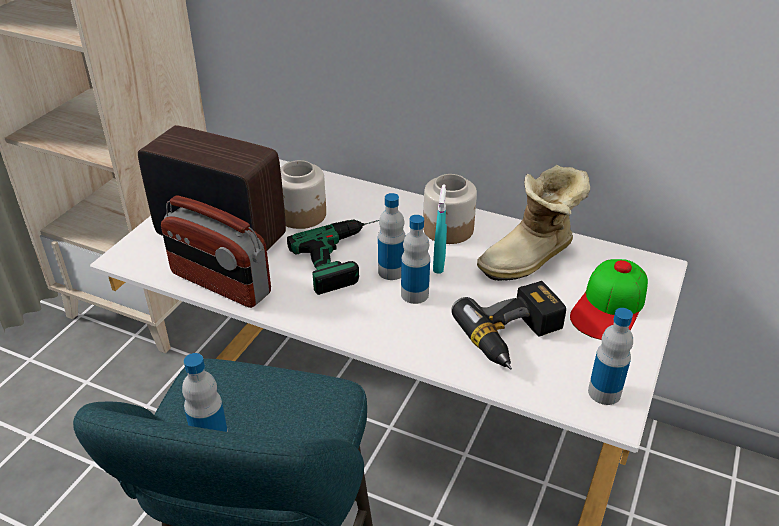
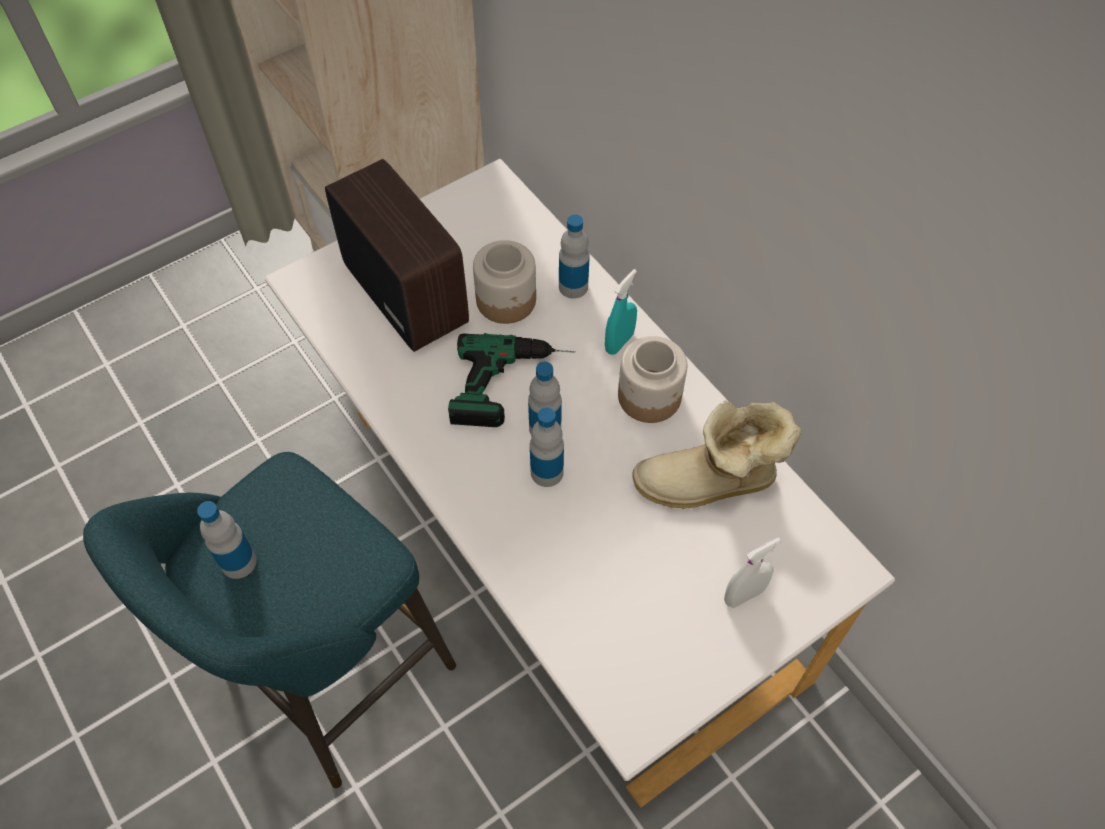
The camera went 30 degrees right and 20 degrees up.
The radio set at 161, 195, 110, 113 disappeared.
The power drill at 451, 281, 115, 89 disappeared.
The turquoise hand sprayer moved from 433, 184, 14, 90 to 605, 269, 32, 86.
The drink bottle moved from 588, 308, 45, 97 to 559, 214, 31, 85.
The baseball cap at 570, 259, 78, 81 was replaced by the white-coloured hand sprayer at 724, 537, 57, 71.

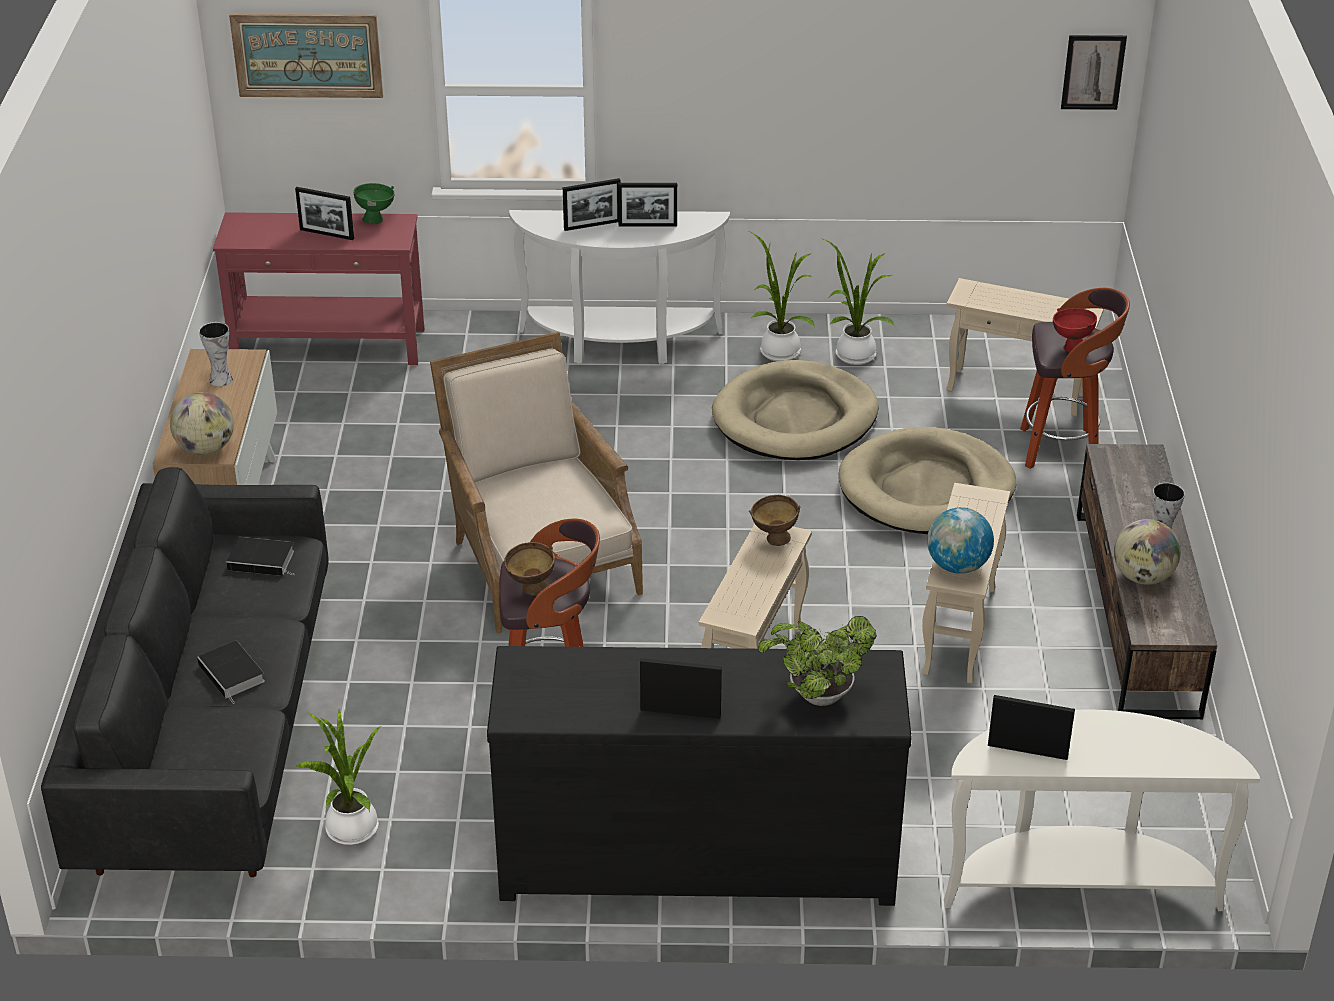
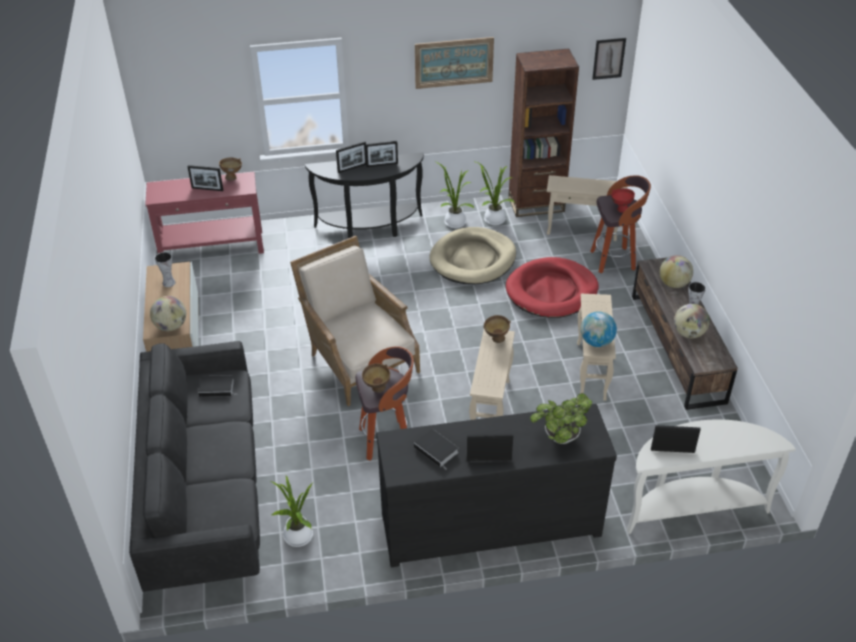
The camera went 10 degrees left and 5 degrees up.
The brownish bookcase at 508, 49, 71, 168 appeared.
The globe at 660, 255, 33, 33 appeared.
The bound book moved from 197, 641, 68, 63 to 414, 429, 44, 41.
The picture moved from 229, 14, 154, 84 to 415, 37, 79, 52.
The greenish serving bowl at 353, 183, 42, 41 became the brownish serving bowl at 219, 157, 23, 24.
The white-coloured console table at 509, 210, 221, 154 became the black-coloured console table at 305, 152, 119, 86.
The beige-coloured dog bed at 839, 427, 177, 107 became the red-coloured dog bed at 506, 257, 93, 61.

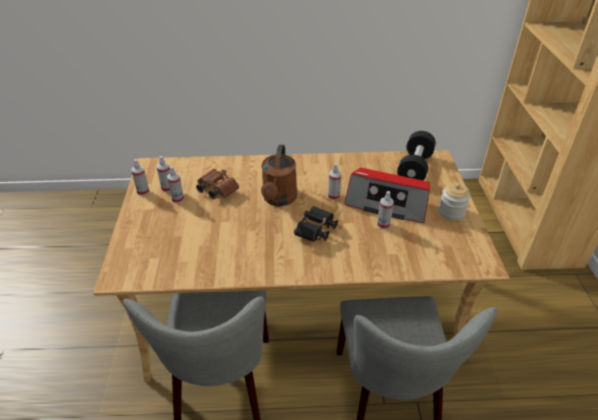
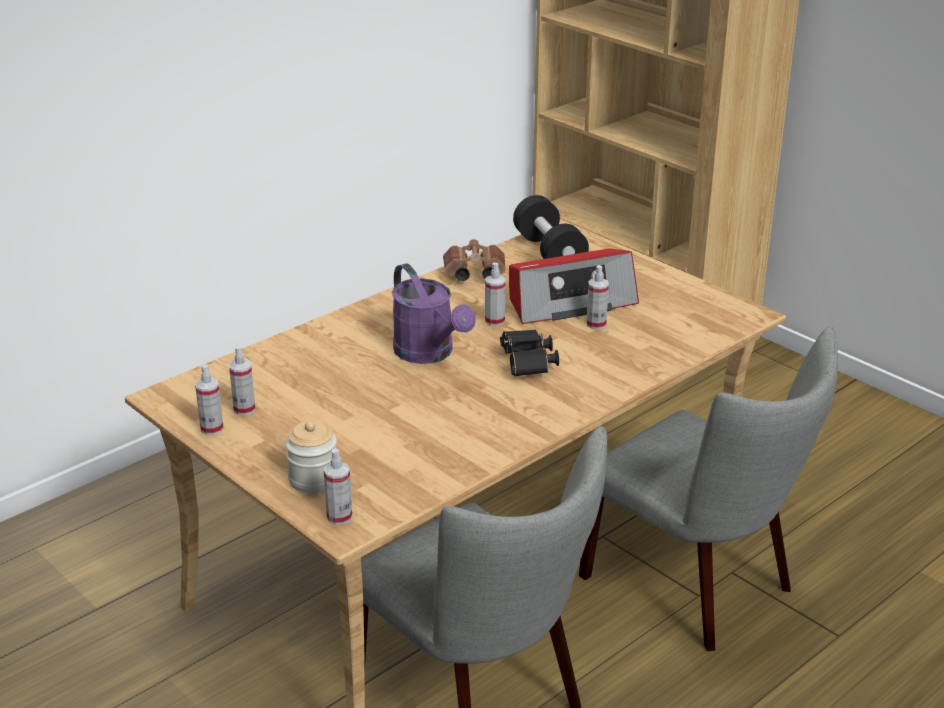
The camera went 40 degrees left and 10 degrees down.
The hand sprayer moved from 167, 166, 17, 37 to 324, 449, 28, 76.
The brownish pair of binoculars moved from 196, 168, 43, 32 to 443, 239, 63, 42.
The storage jar moved from 439, 182, 31, 38 to 285, 421, 52, 72.
The brownish sprinkling can at 261, 144, 36, 62 became the purplish sprinkling can at 392, 263, 84, 101.

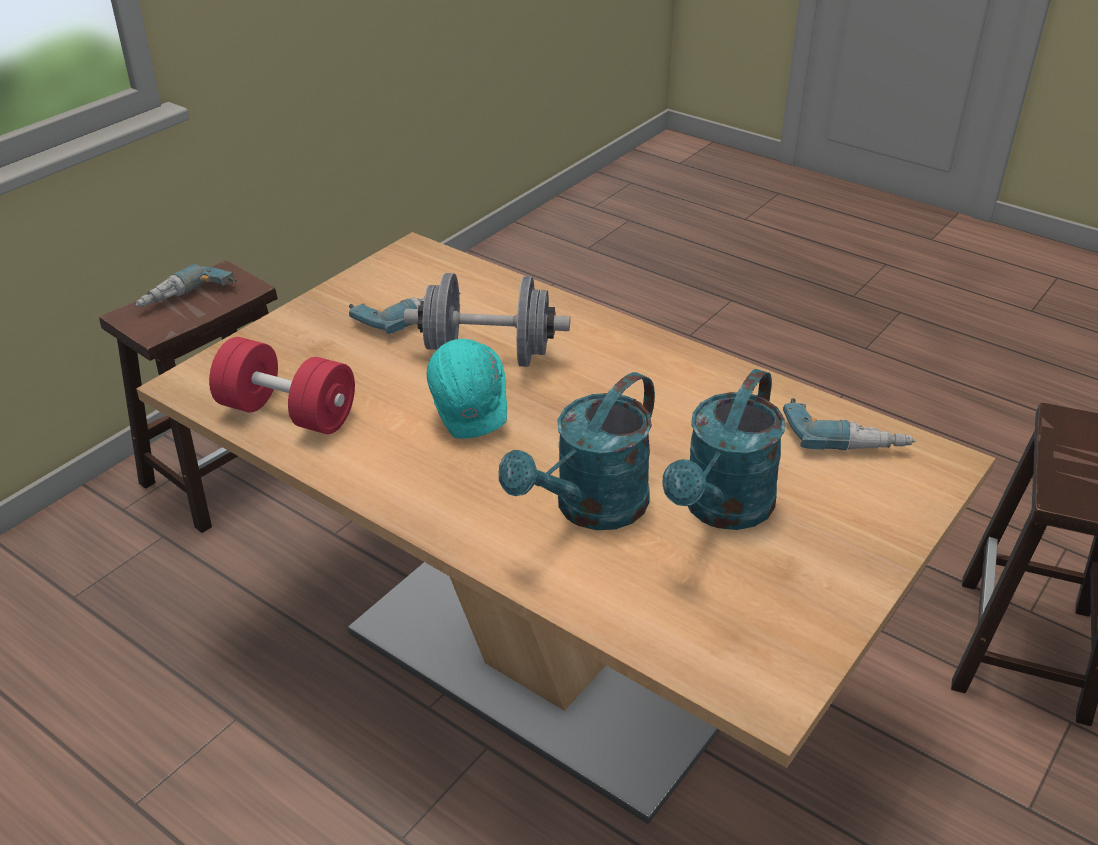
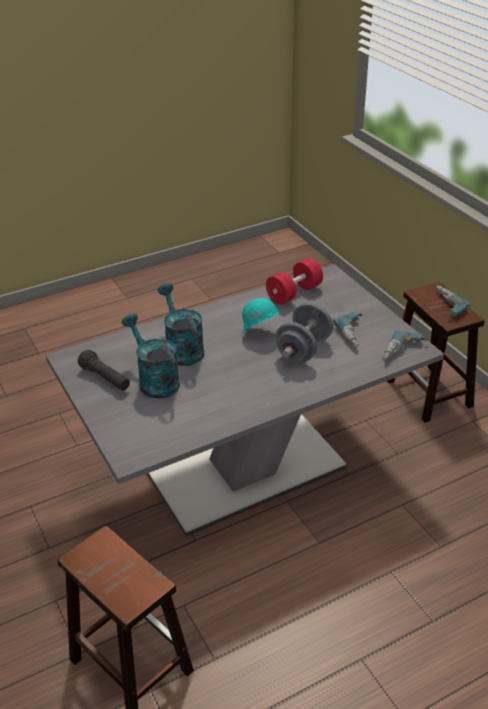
The camera went 115 degrees right and 0 degrees up.
The black-coloured flashlight at 78, 350, 52, 41 appeared.
The power drill moved from 783, 398, 133, 52 to 382, 330, 45, 31.
The brownish kitchen table at 136, 232, 860, 592 became the grey kitchen table at 46, 265, 398, 271.

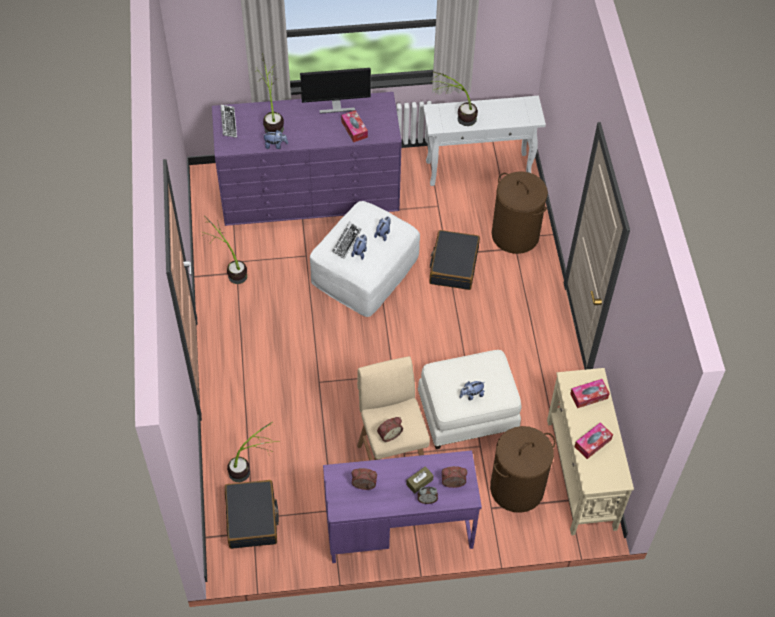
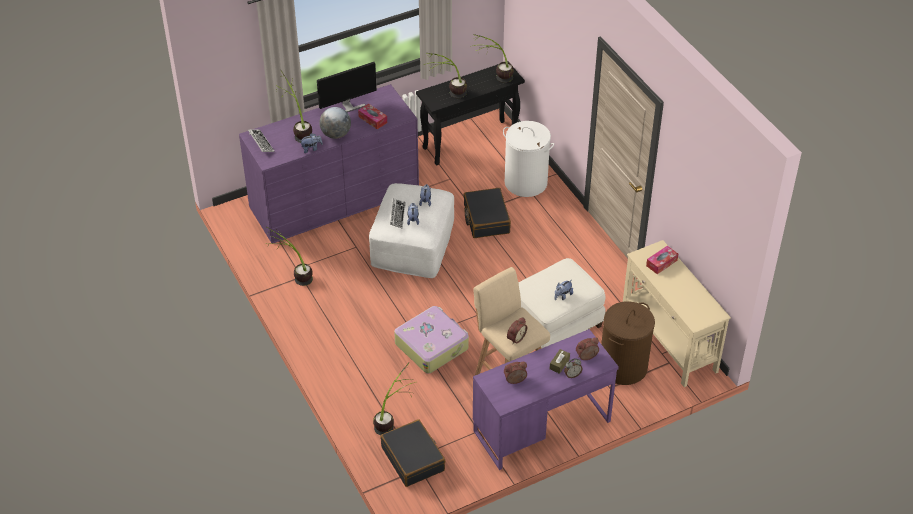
The camera went 20 degrees left and 10 degrees down.
The tissue holder at 575, 422, 38, 37 disappeared.
The globe at 319, 107, 32, 32 appeared.
The travel case at 394, 306, 75, 67 appeared.
The plant in a pot at 470, 34, 44, 49 appeared.
The white-coloured console table at 423, 96, 123, 90 became the black-coloured console table at 416, 61, 109, 104.
The brownish washing basket at 492, 171, 56, 83 became the white-coloured washing basket at 503, 121, 51, 76.

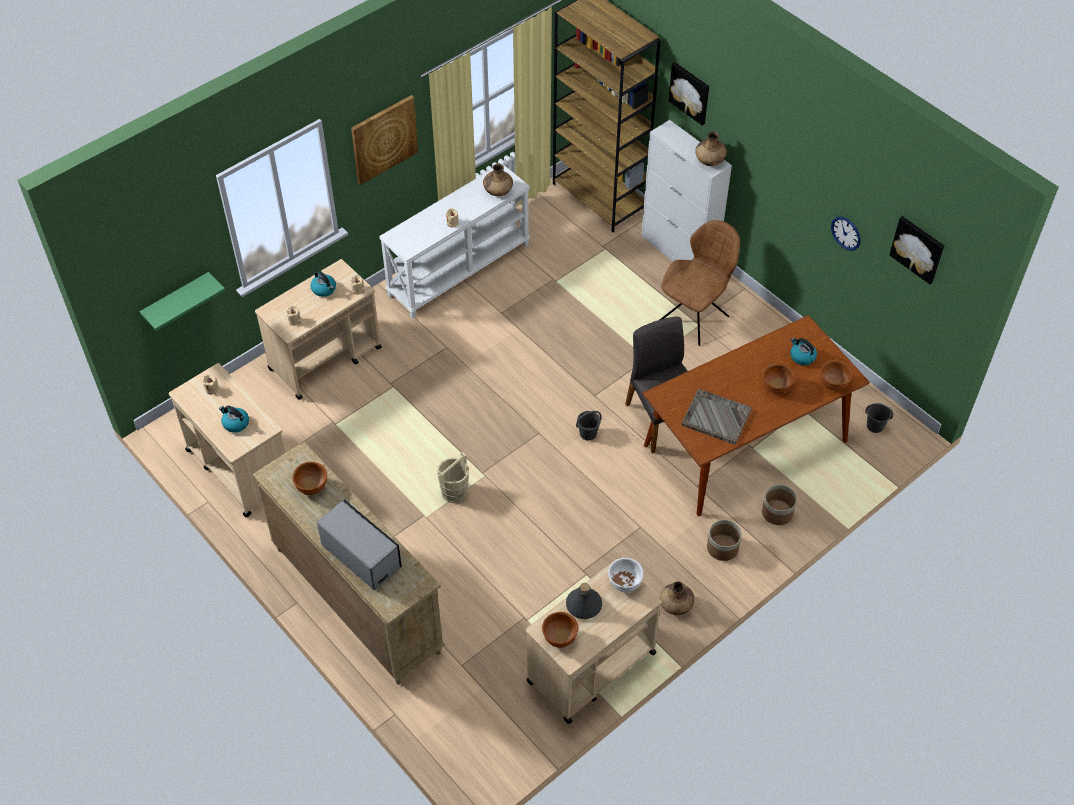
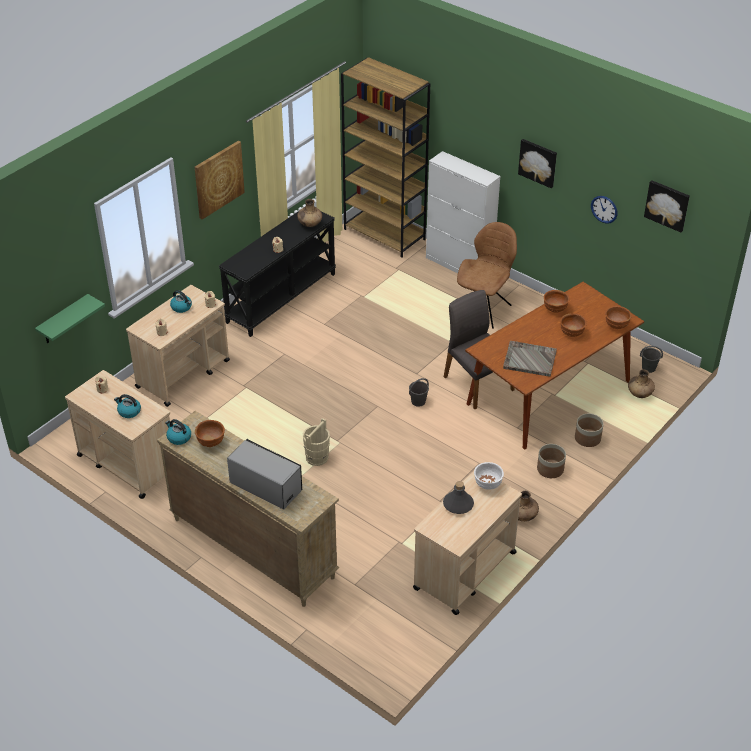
The camera went 10 degrees left and 10 degrees down.
The brownish serving bowl moved from 542, 612, 36, 36 to 544, 290, 25, 23.
The picture moved from 669, 62, 40, 63 to 518, 139, 39, 49.
The brownish flower vase moved from 695, 132, 32, 34 to 628, 369, 27, 29.
The kettle moved from 790, 338, 27, 27 to 165, 419, 26, 26.
The white-coloured console table at 379, 163, 151, 156 became the black-coloured console table at 219, 206, 117, 131.

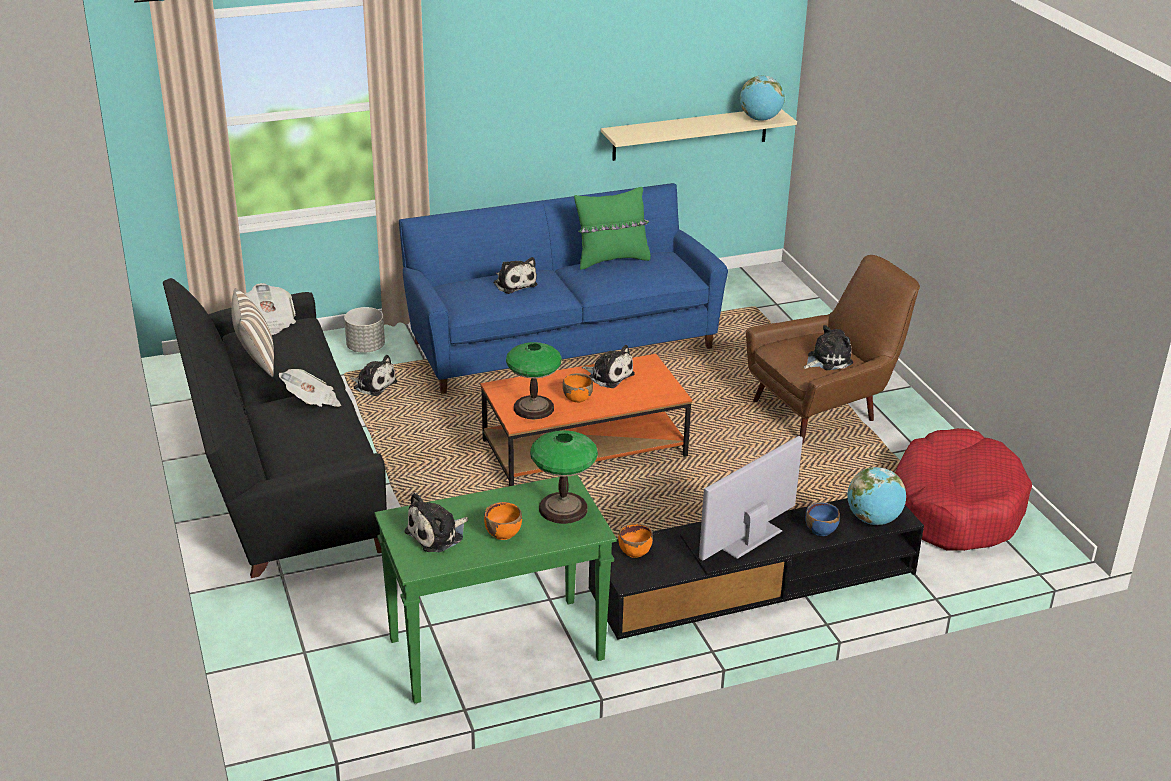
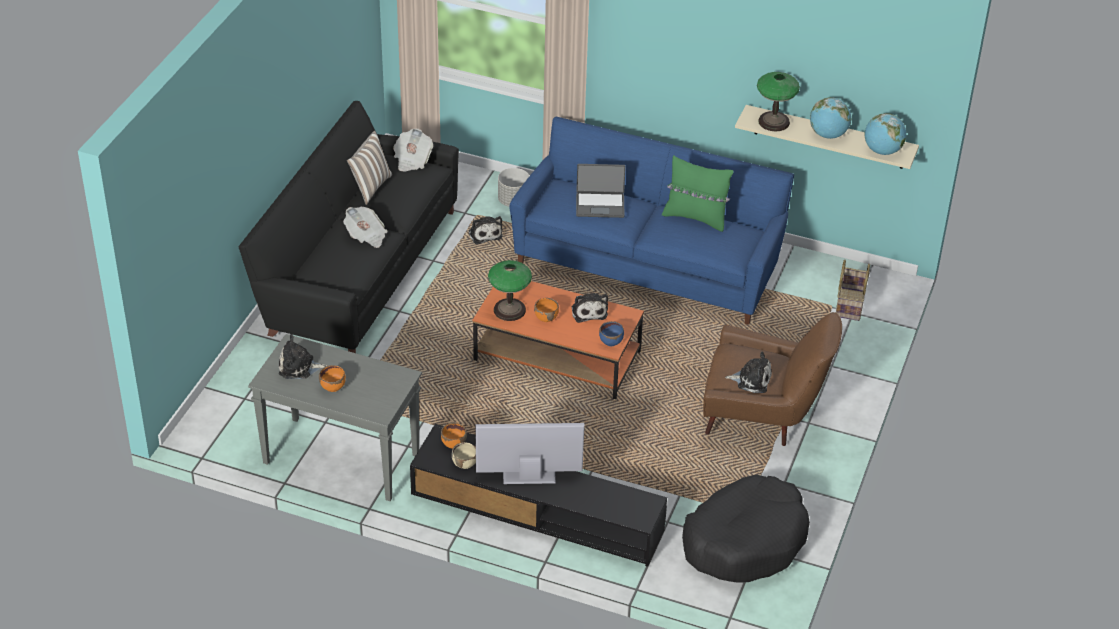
The camera went 40 degrees right and 10 degrees up.
The beige-coloured serving bowl at 452, 442, 24, 27 appeared.
The basket at 836, 260, 34, 61 appeared.
The lamp for a table moved from 530, 430, 68, 94 to 757, 72, 43, 59.
The bluish serving bowl moved from 805, 502, 35, 34 to 599, 321, 25, 25.
The globe moved from 847, 467, 59, 58 to 810, 97, 41, 42.
The cuddly toy at 494, 257, 43, 37 was replaced by the notebook computer at 576, 164, 50, 54.
The greenish console table at 375, 475, 242, 229 became the grey console table at 248, 334, 174, 167.
The red-coloured dog bed at 895, 428, 137, 123 became the black-coloured dog bed at 682, 474, 128, 109.

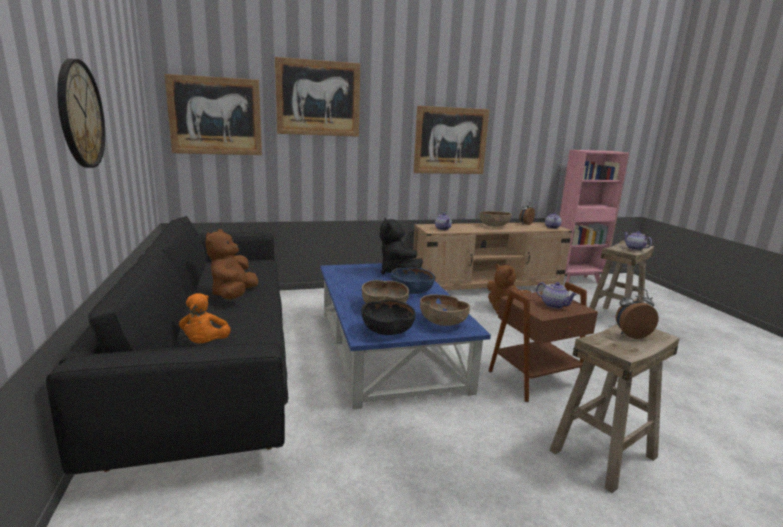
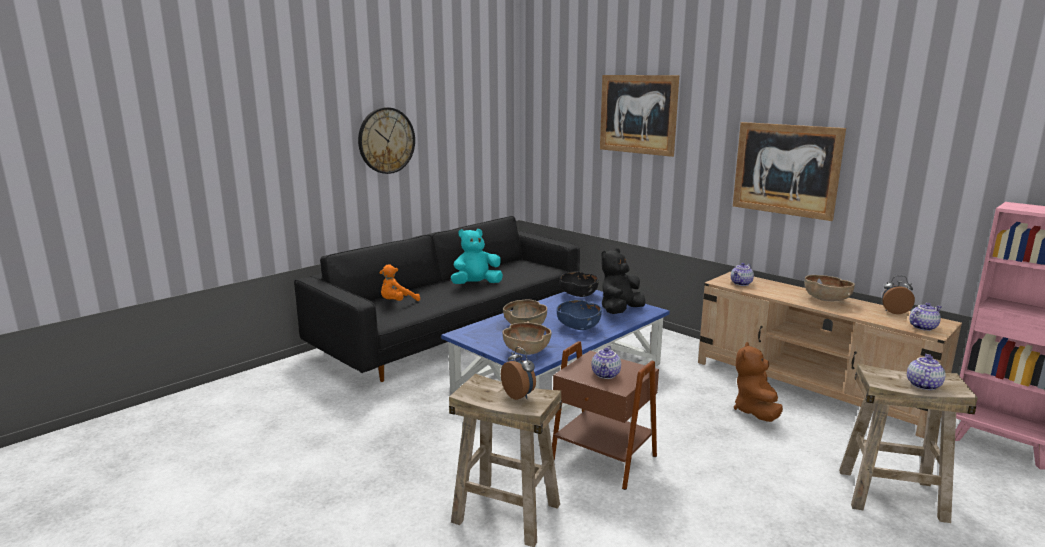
The camera went 60 degrees right and 0 degrees up.
The picture at 164, 74, 98, 81 disappeared.
The black-coloured serving bowl moved from 361, 300, 55, 35 to 560, 272, 39, 25.
The brownish cuddly toy at 205, 229, 53, 70 became the turquoise cuddly toy at 451, 229, 52, 55.

